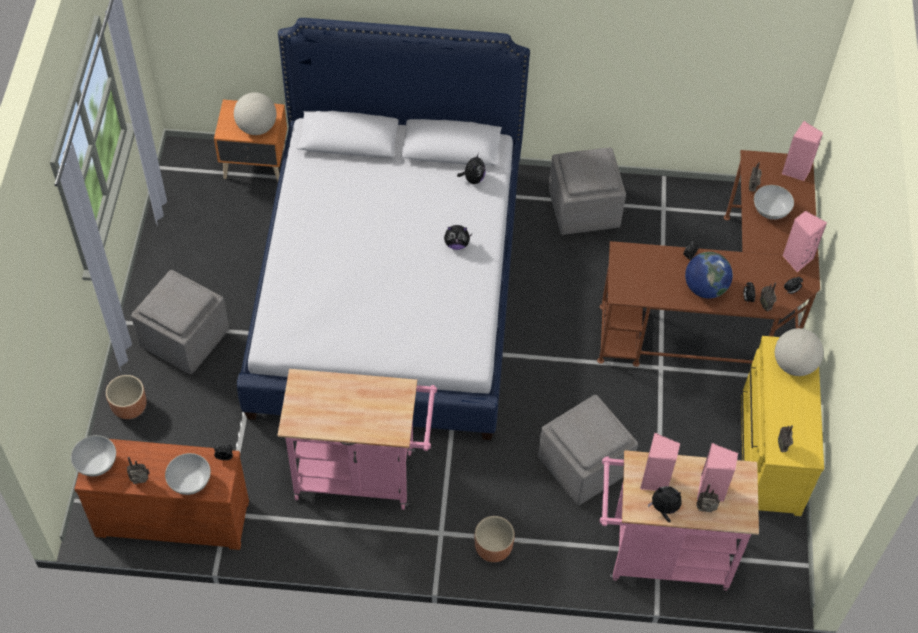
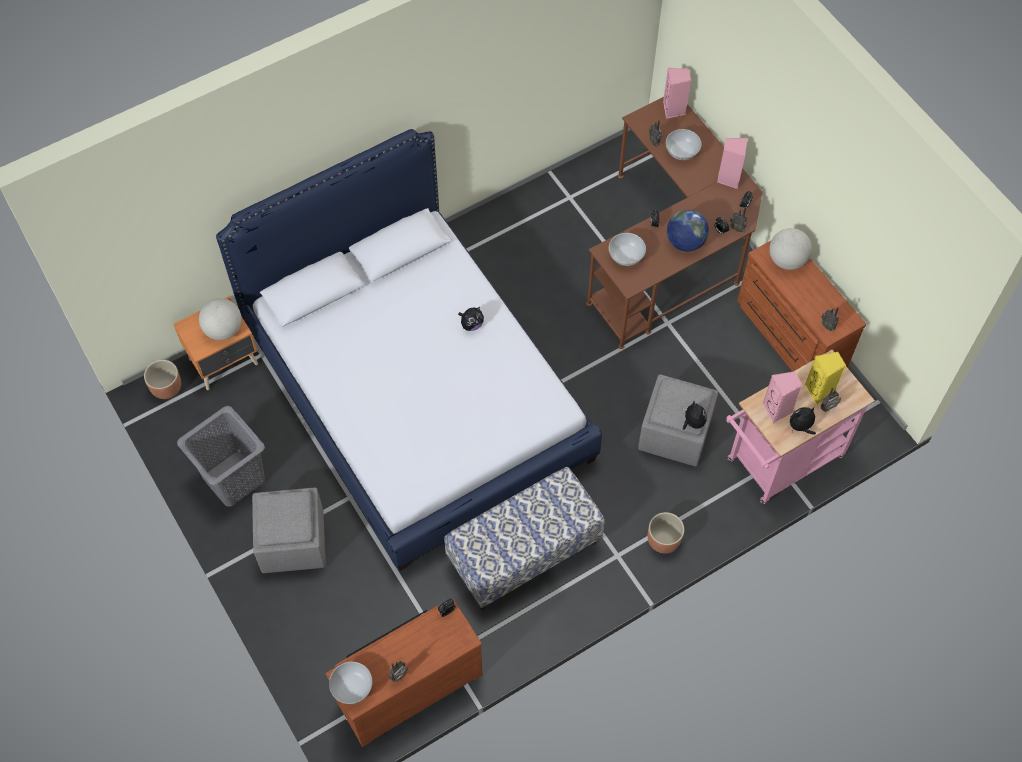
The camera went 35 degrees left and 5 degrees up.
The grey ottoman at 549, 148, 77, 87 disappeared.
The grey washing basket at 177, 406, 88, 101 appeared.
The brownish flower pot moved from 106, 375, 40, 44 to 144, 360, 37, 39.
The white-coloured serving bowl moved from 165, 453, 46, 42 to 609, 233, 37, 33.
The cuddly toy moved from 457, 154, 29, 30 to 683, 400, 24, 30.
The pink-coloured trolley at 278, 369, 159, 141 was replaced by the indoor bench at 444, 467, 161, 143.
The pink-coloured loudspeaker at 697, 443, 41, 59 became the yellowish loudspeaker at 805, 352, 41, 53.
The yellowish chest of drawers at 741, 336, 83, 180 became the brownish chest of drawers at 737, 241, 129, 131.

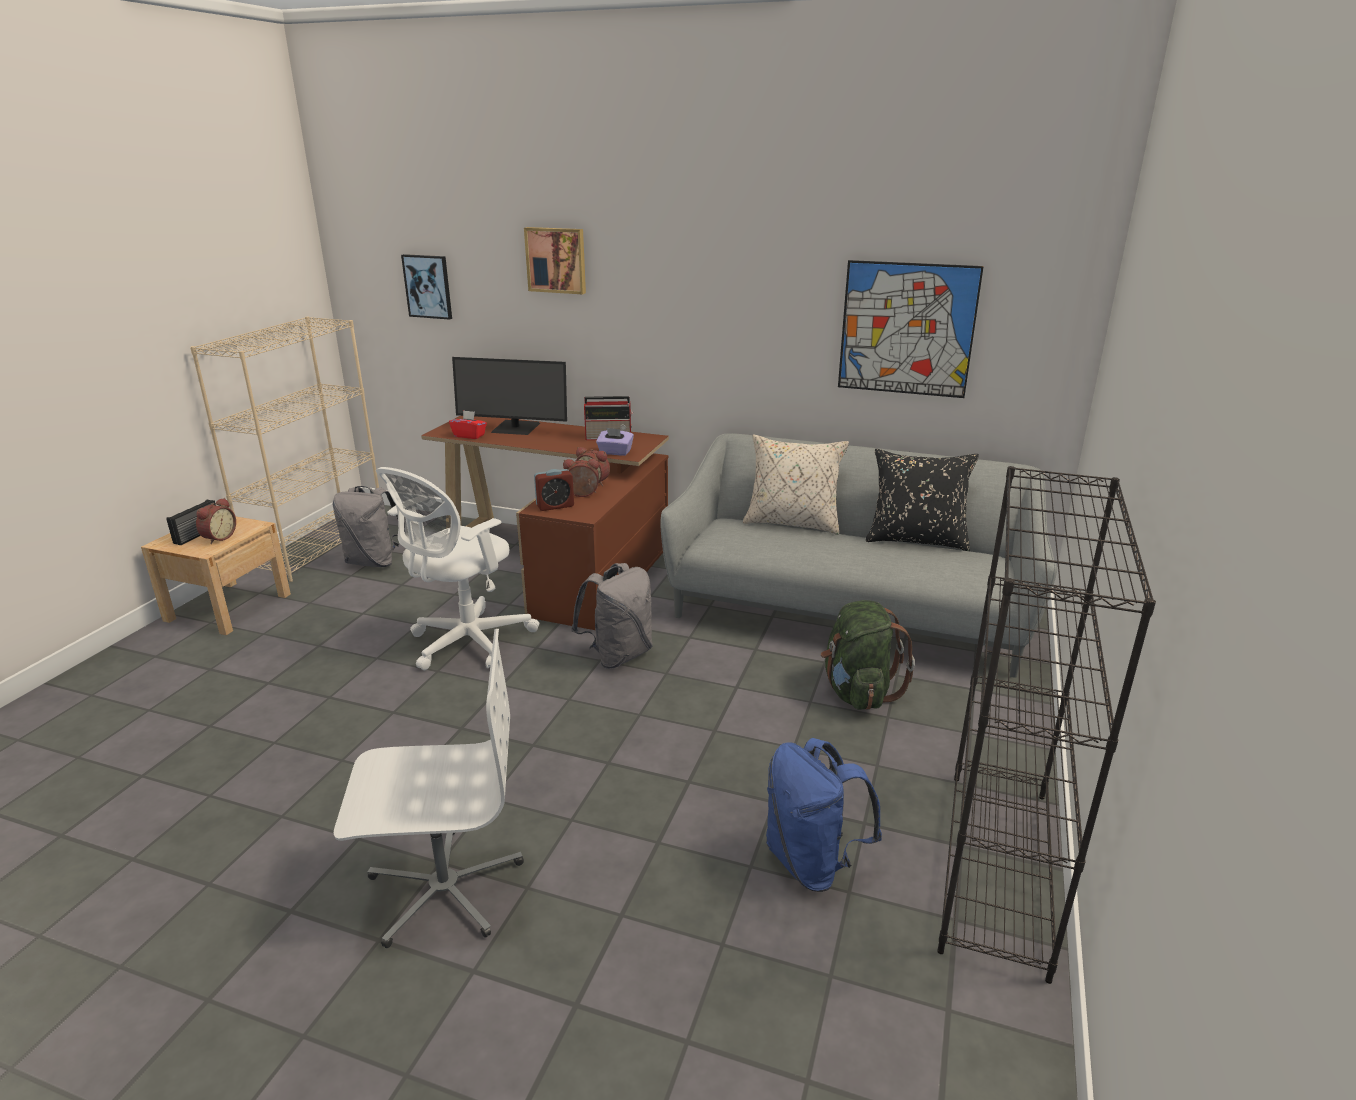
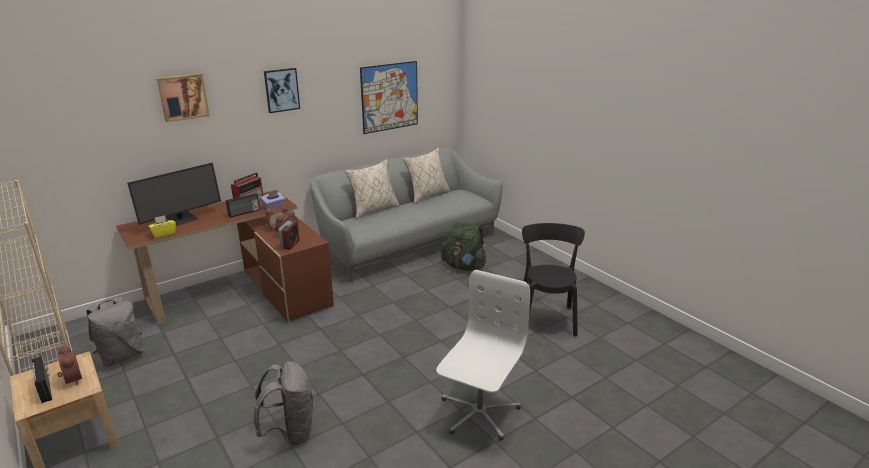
The camera went 55 degrees left and 0 degrees up.
The white-coloured office chair at 376, 467, 163, 203 disappeared.
The black-coloured bookcase at 937, 466, 219, 518 disappeared.
The radio set at 226, 193, 34, 25 appeared.
The picture moved from 401, 254, 51, 66 to 264, 68, 36, 45.
The grey knapsack moved from 571, 563, 82, 106 to 253, 361, 60, 84.
The bluish knapsack at 766, 738, 116, 154 was replaced by the black-coloured plain chair at 520, 223, 65, 114.
The red-coloured tissue holder at 449, 410, 38, 29 became the yellowish tissue holder at 148, 215, 28, 23.
The black-coloured throw pillow at 866, 449, 113, 102 became the beige-coloured throw pillow at 403, 147, 47, 57.

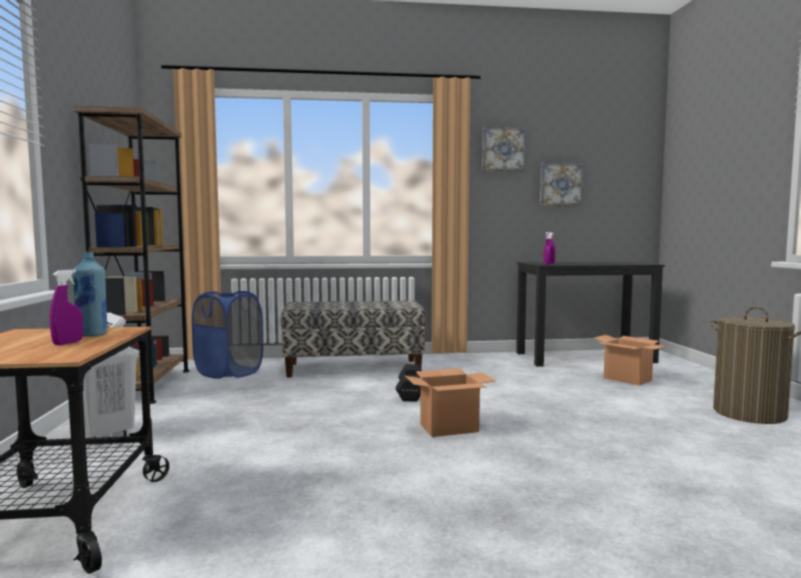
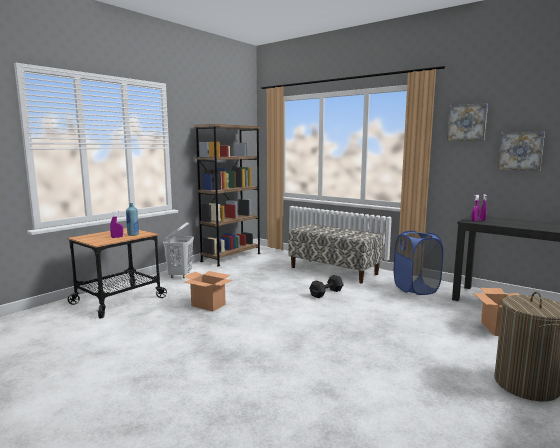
The camera went 45 degrees right and 5 degrees up.
The bluish washing basket moved from 192, 291, 71, 88 to 394, 231, 49, 64.
The cardboard box moved from 405, 368, 91, 69 to 183, 271, 49, 40.

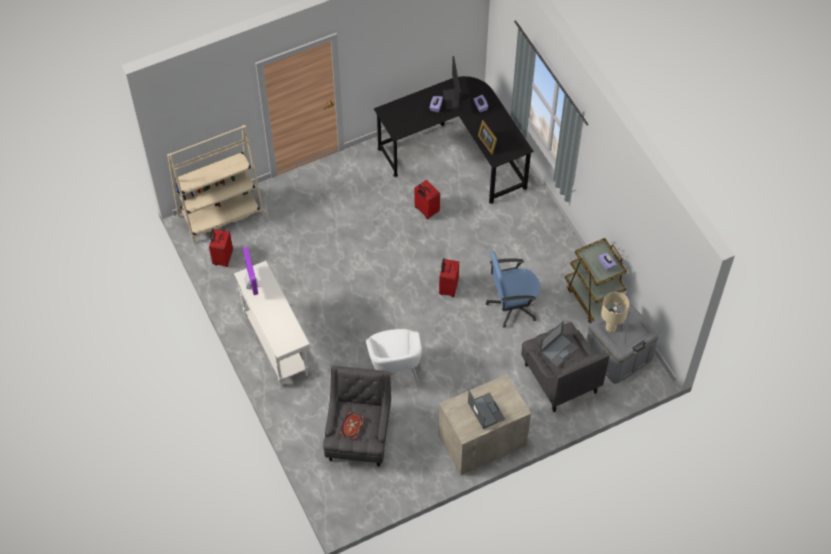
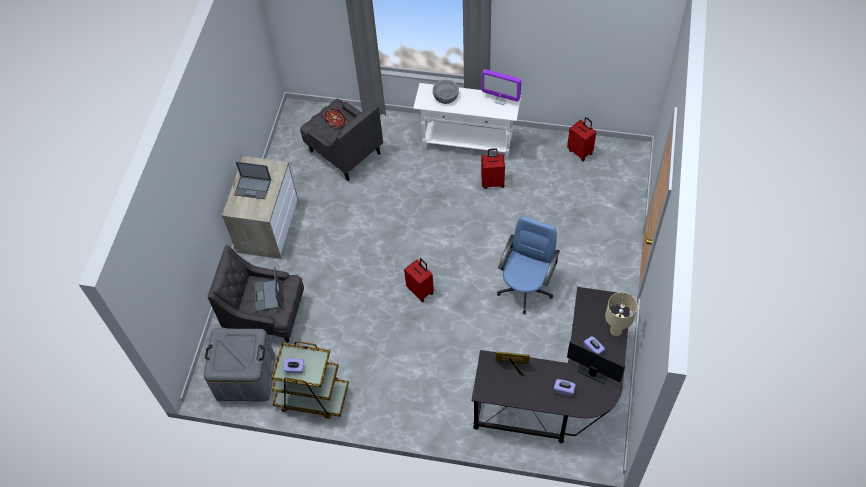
The camera went 130 degrees right and 0 degrees up.
The beige-coloured bookcase at 167, 125, 98, 119 disappeared.
The white-coloured easy chair at 366, 329, 56, 56 disappeared.
The grey serving bowl at 433, 80, 26, 24 appeared.
The red-coloured travel case moved from 414, 180, 26, 39 to 481, 149, 24, 40.
The bluish office chair moved from 486, 251, 54, 77 to 497, 216, 63, 98.
The beige-coloured lamp for a table moved from 601, 292, 28, 40 to 605, 292, 33, 44.

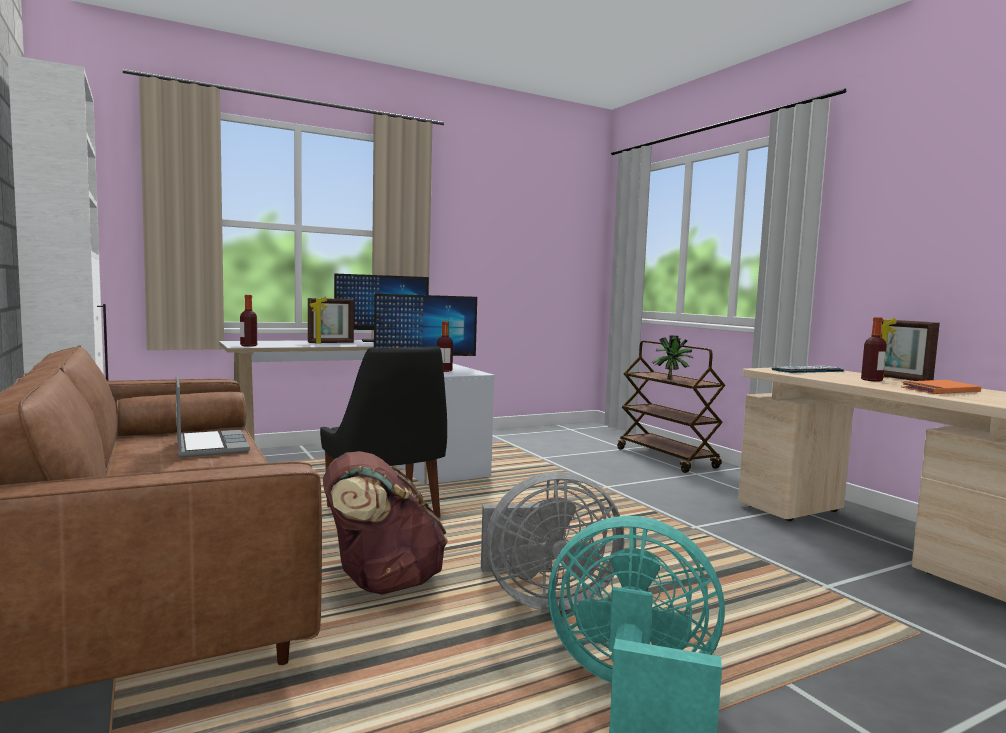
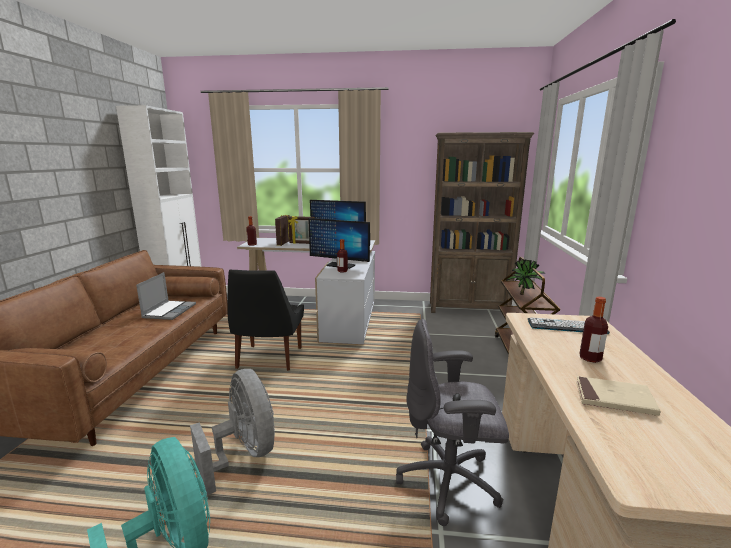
The camera went 35 degrees right and 10 degrees up.
The brownish knapsack at 323, 451, 125, 144 disappeared.
The grey office chair at 396, 319, 113, 207 appeared.
The brownish bookcase at 430, 132, 104, 181 appeared.
The picture frame moved from 881, 318, 59, 63 to 275, 215, 15, 31.
The orange-coloured bound book at 901, 380, 80, 14 became the beige-coloured bound book at 576, 376, 85, 40.
The grey cooling fan at 481, 472, 143, 139 turned 150 degrees counterclockwise.

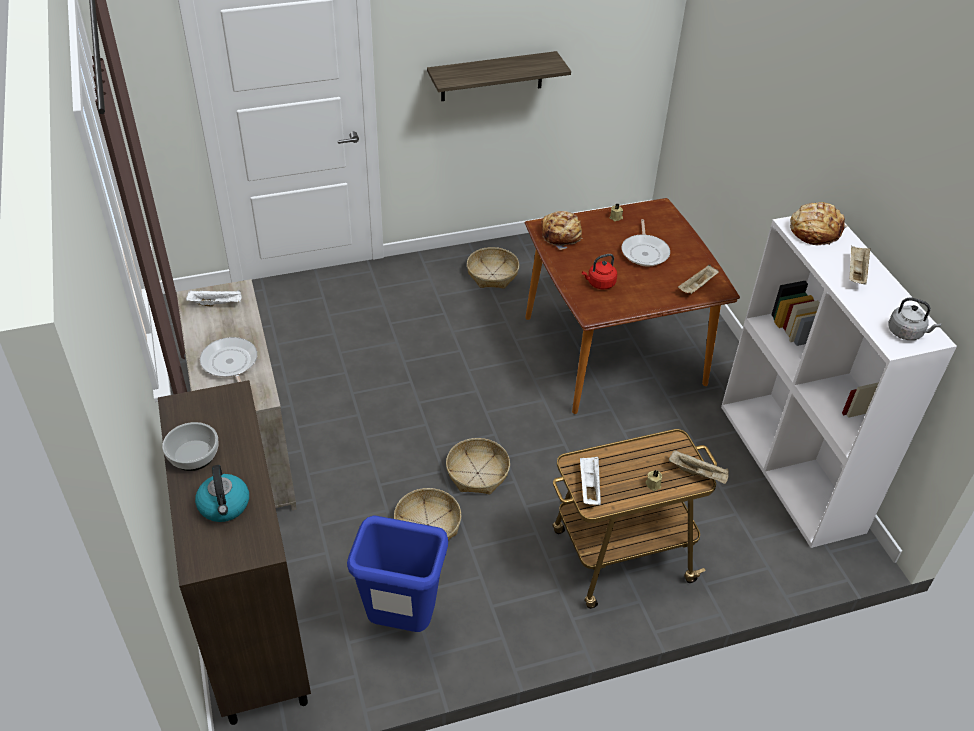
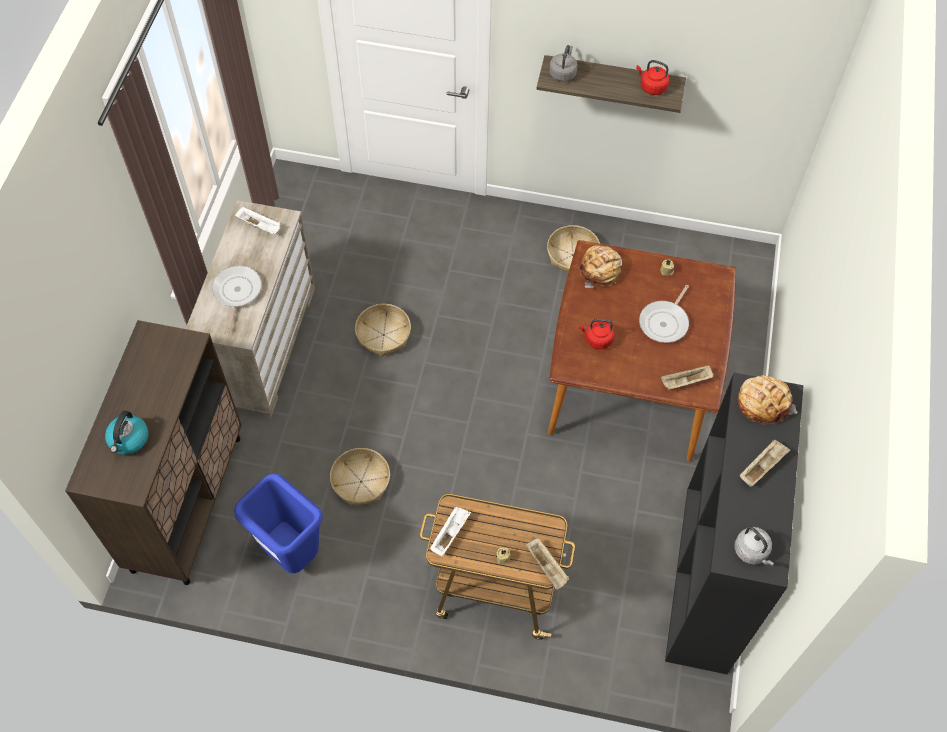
The camera went 30 degrees right and 15 degrees up.
The serving bowl at 162, 422, 57, 49 disappeared.
The grey kettle at 549, 45, 29, 37 appeared.
The red-coloured kettle at 636, 60, 34, 35 appeared.
The basket moved from 446, 438, 64, 56 to 355, 304, 56, 53.
The white-coloured bookcase at 721, 216, 236, 332 became the black-coloured bookcase at 665, 373, 139, 301.

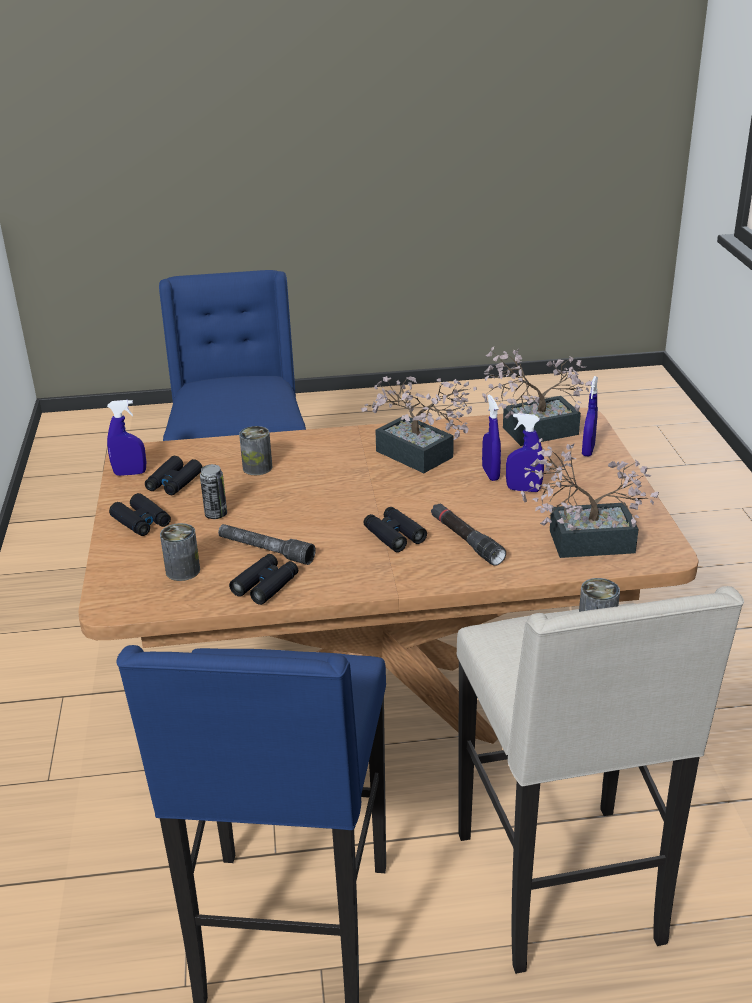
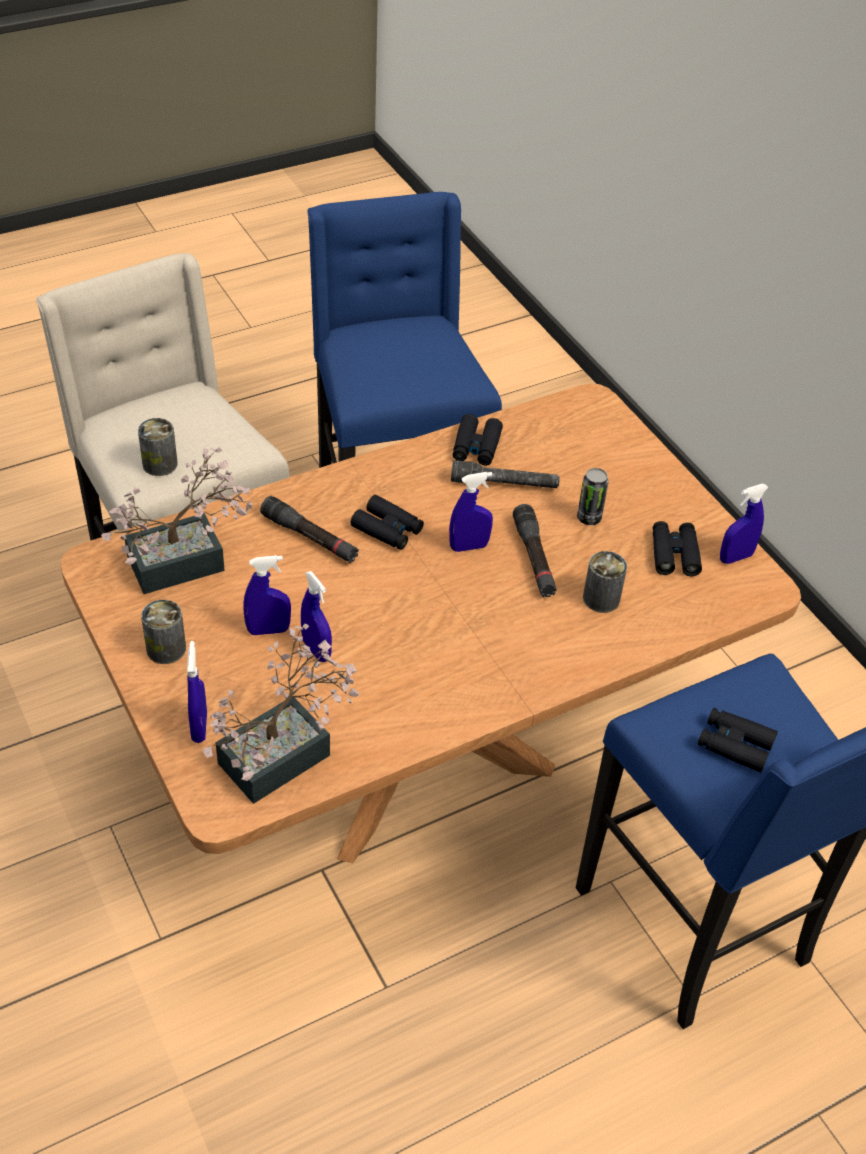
The camera went 155 degrees right and 15 degrees up.
The plant in a pot at 361, 376, 116, 97 disappeared.
The bluish hand sprayer at 449, 472, 44, 80 appeared.
The black-coloured flashlight at 513, 504, 44, 93 appeared.
The black-coloured pair of binoculars moved from 109, 493, 62, 43 to 698, 708, 80, 65.
The sealed can moved from 160, 523, 40, 58 to 141, 600, 45, 64.

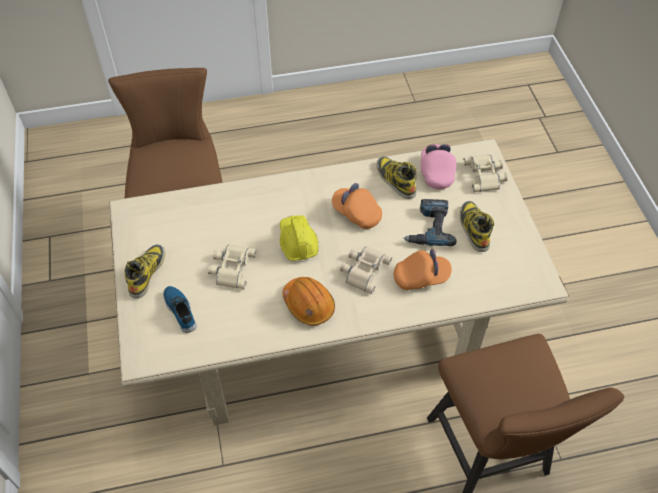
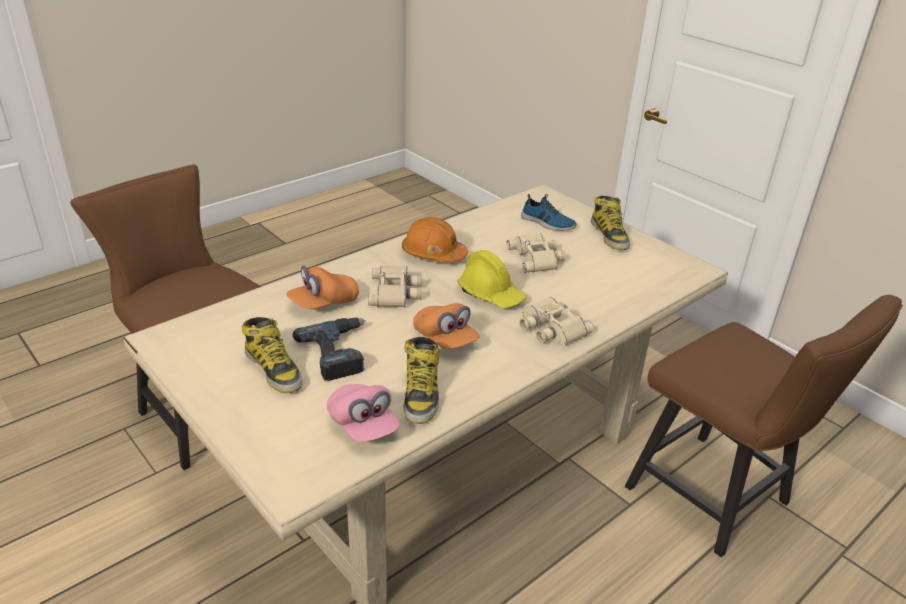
The camera went 150 degrees right and 20 degrees down.
The beige-coloured pair of binoculars moved from 463, 155, 45, 37 to 519, 297, 74, 49.
The orange-coloured baseball cap at 332, 183, 50, 46 turned 45 degrees clockwise.
The high-top boot at 377, 156, 40, 43 turned 60 degrees clockwise.

